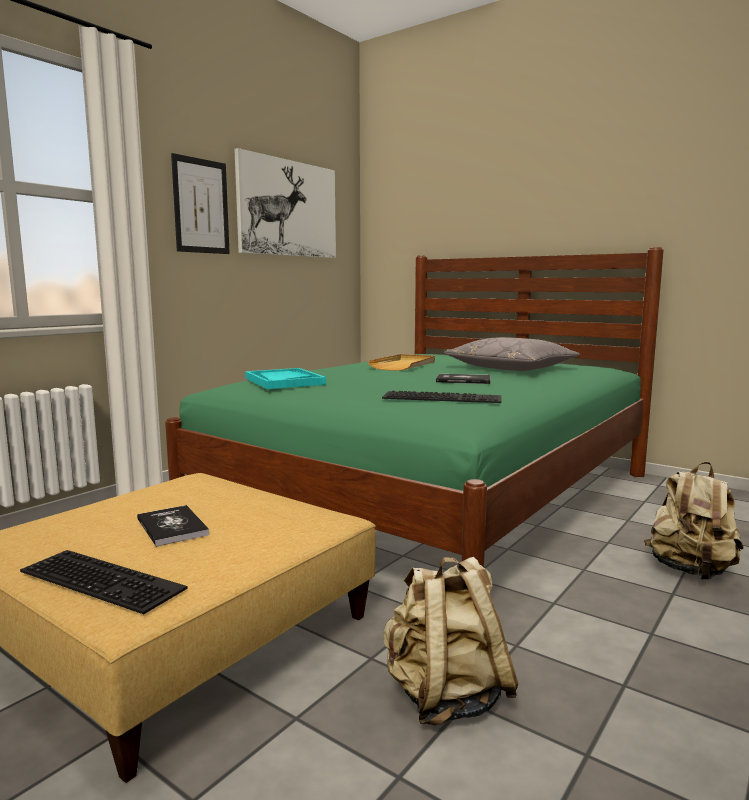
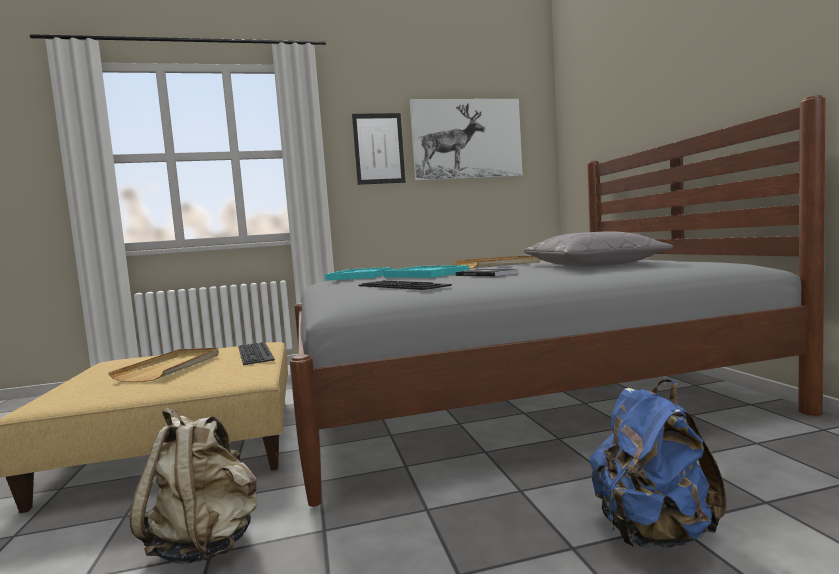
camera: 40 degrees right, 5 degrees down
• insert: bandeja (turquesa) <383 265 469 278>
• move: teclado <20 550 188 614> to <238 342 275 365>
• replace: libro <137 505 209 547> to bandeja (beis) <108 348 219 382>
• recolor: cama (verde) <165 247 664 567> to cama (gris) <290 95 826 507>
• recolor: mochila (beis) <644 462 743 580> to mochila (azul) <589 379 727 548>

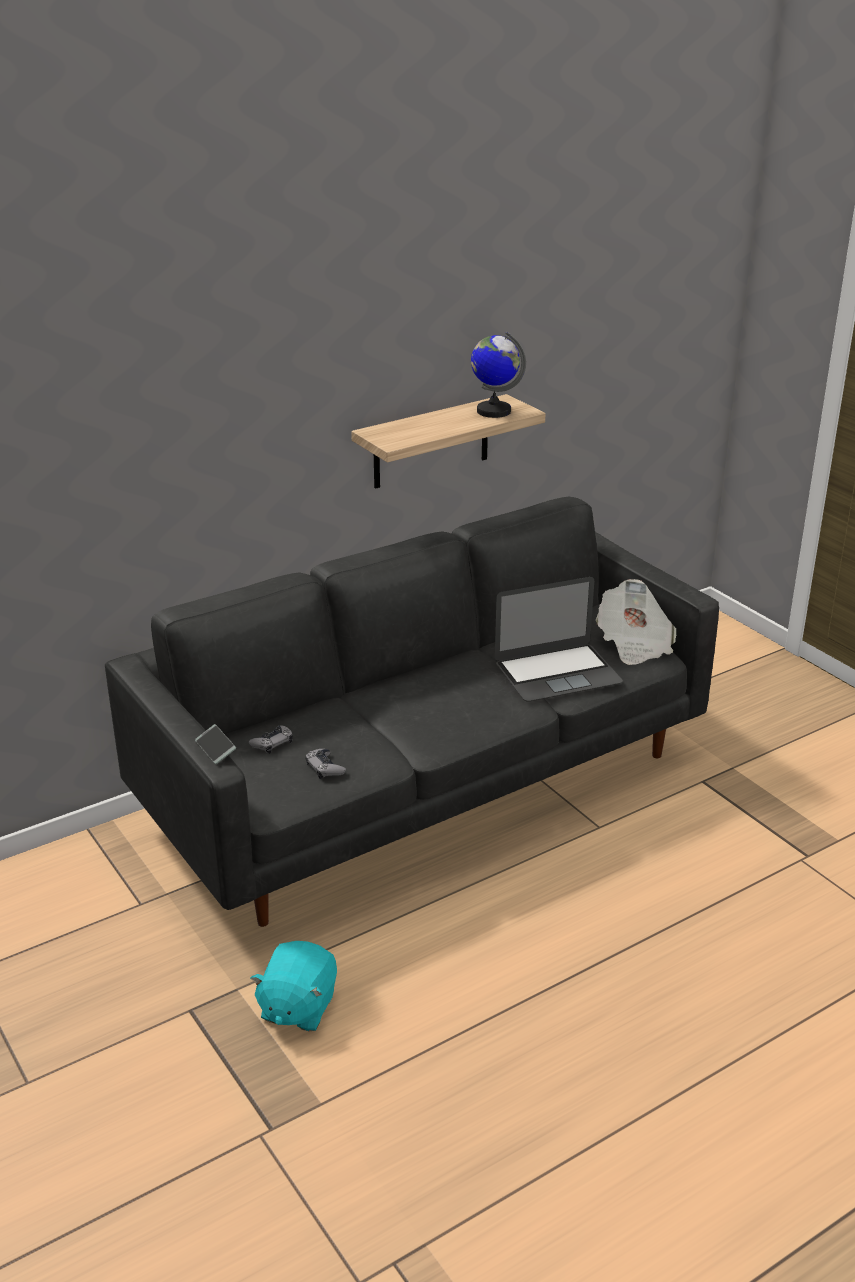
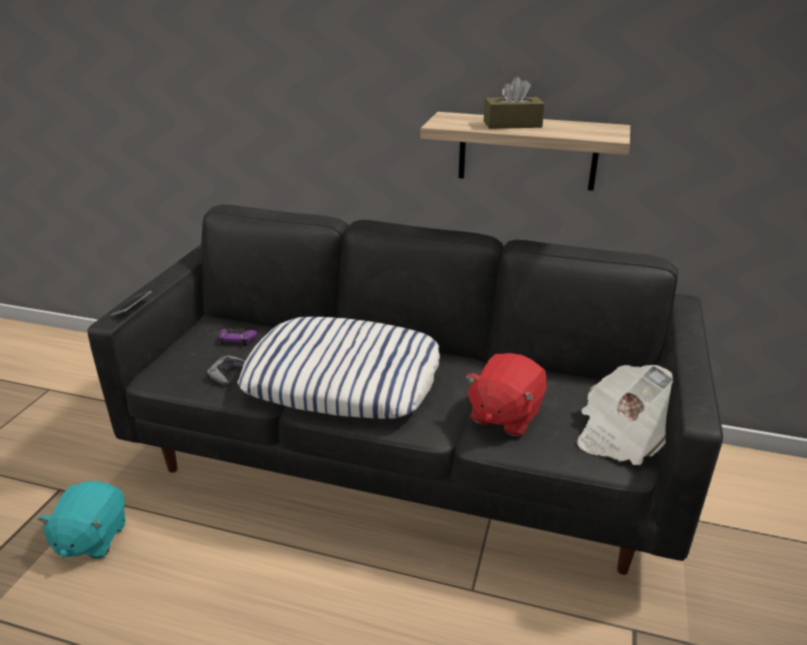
camera: 50 degrees right, 0 degrees up
• delete: globo terráqueo <471 332 526 418>
• insert: cojín <238 317 440 419>
• insert: caja de pañuelos (marrón) <484 77 545 129>
• replace: portátil <495 577 623 702> to peluche (rojo) <466 353 547 436>
• recolor: mando de consola (gris) <249 726 293 754> to mando de consola (morado) <219 328 257 346>
• rotate: peluche (turquesa) <250 941 337 1032> = <37 481 126 559> 60 degrees counterclockwise

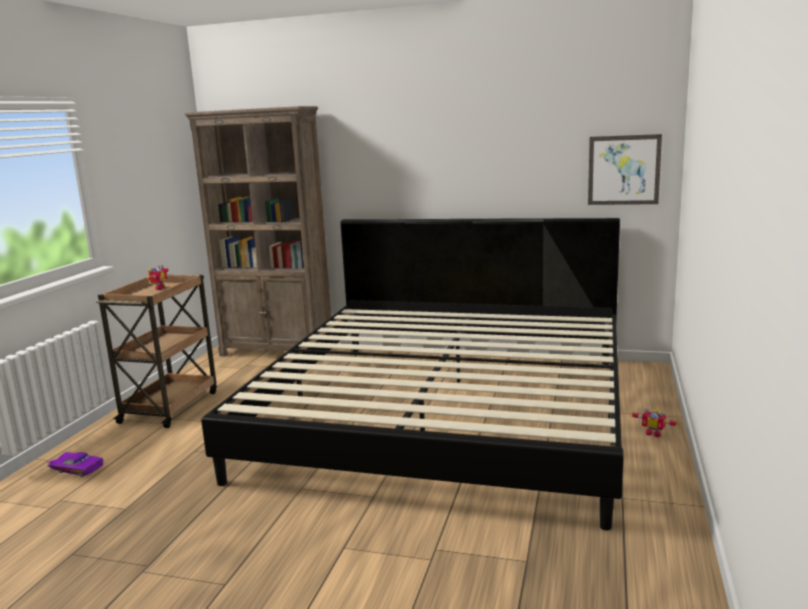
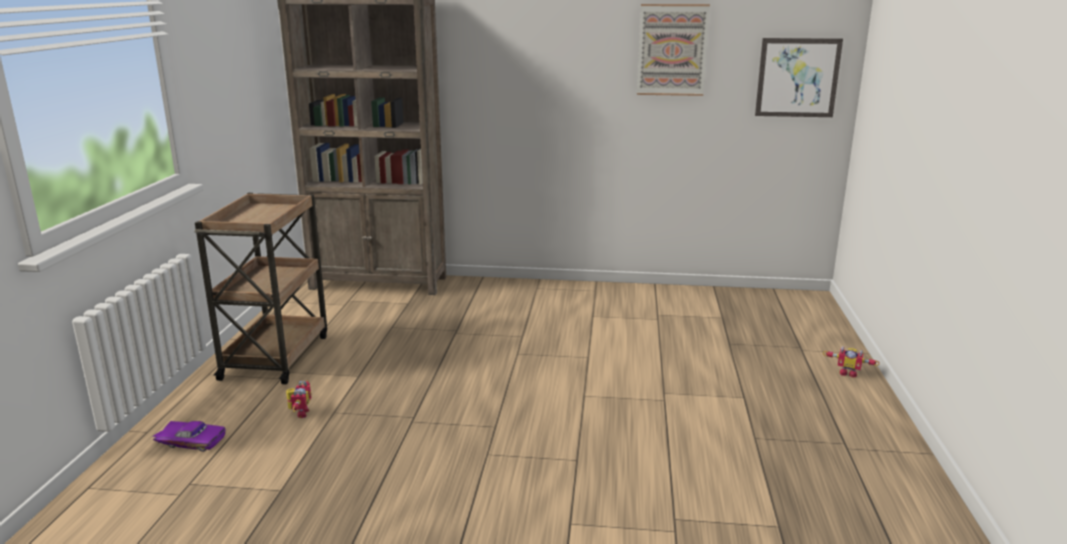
camera: 10 degrees left, 5 degrees up
• delete: cama <201 218 624 531>
• insert: cuadro <637 4 710 96>
• move: robot de juguete <147 264 168 290> to <286 380 311 418>

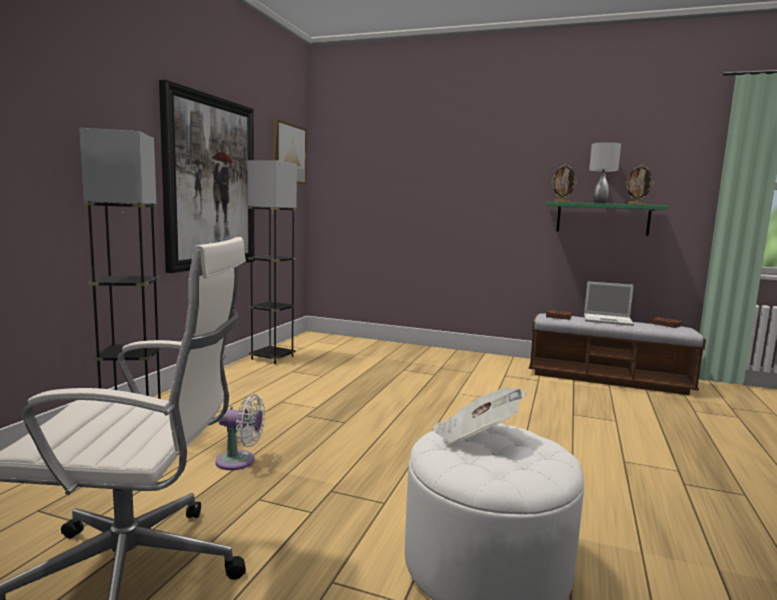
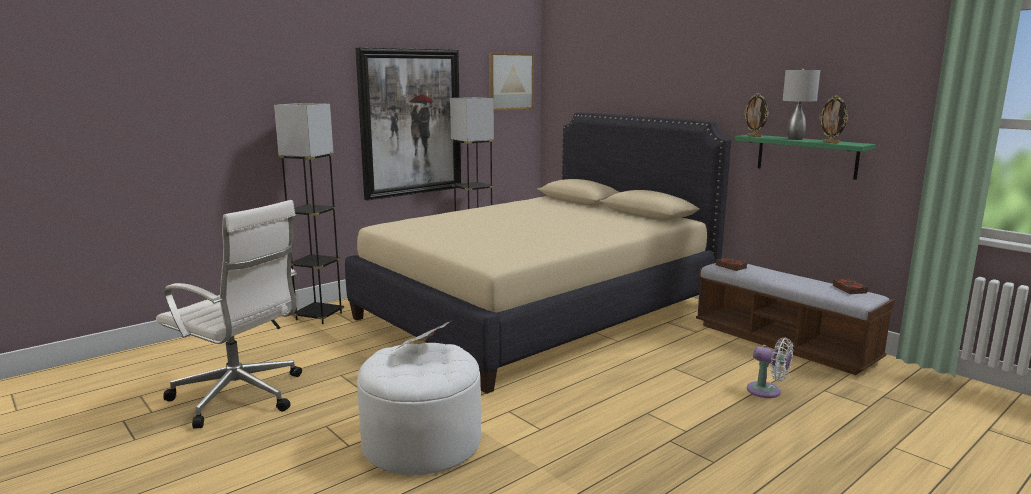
camera: 30 degrees right, 5 degrees up
• delete: portátil <584 282 634 326>
• insert: cama (beis) <345 112 731 394>
• move: ventilador (blanco) <215 394 265 470> to <747 337 793 398>

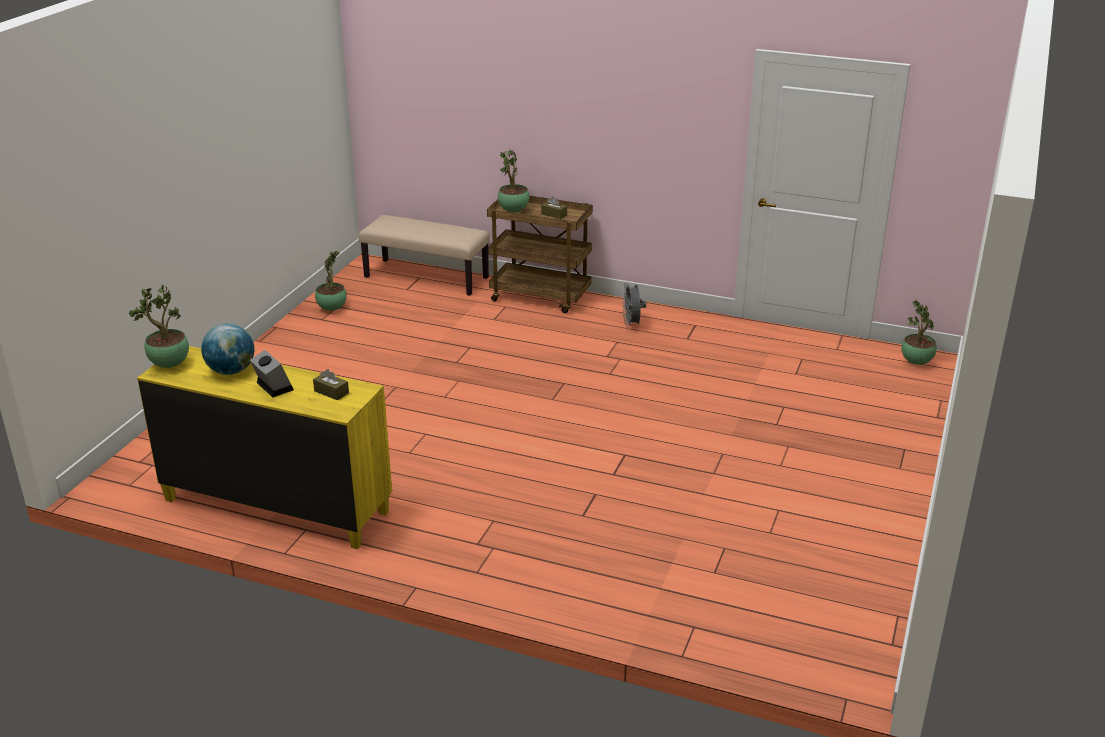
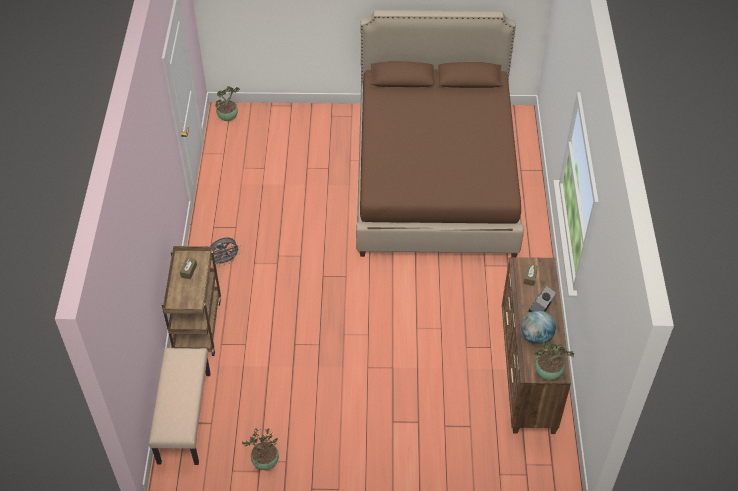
camera: 110 degrees left, 20 degrees up
• delete: planta en maceta <498 150 530 212>
• insert: cama (marrón) <356 10 524 257>
• recolor: cómoda (amarillo) <137 346 392 549> to cómoda (marrón) <502 257 571 434>

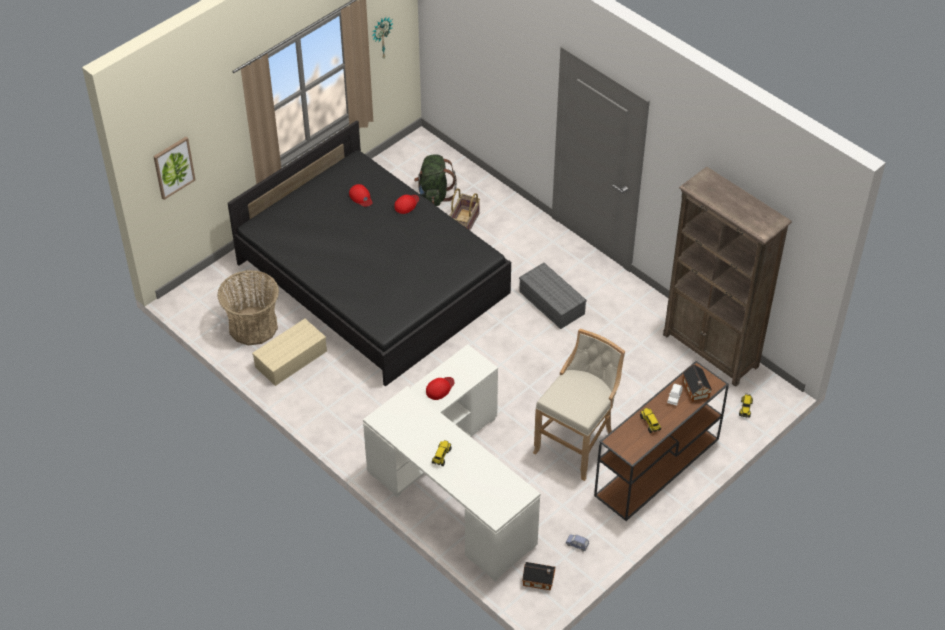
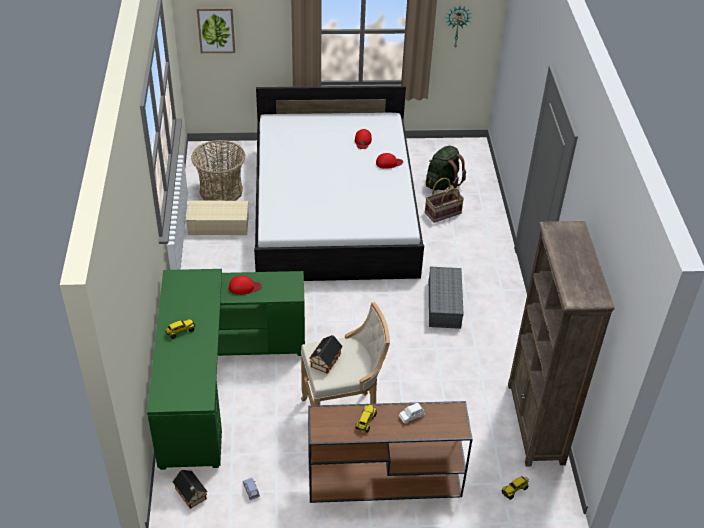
camera: 40 degrees right, 5 degrees down
• move: casita <683 365 712 401> to <309 335 343 374>
• recolor: cama (negro) <228 120 511 387> to cama (blanco) <254 86 424 281>
• recolor: escritorio (blanco) <363 344 540 581> to escritorio (verde) <147 269 305 470>

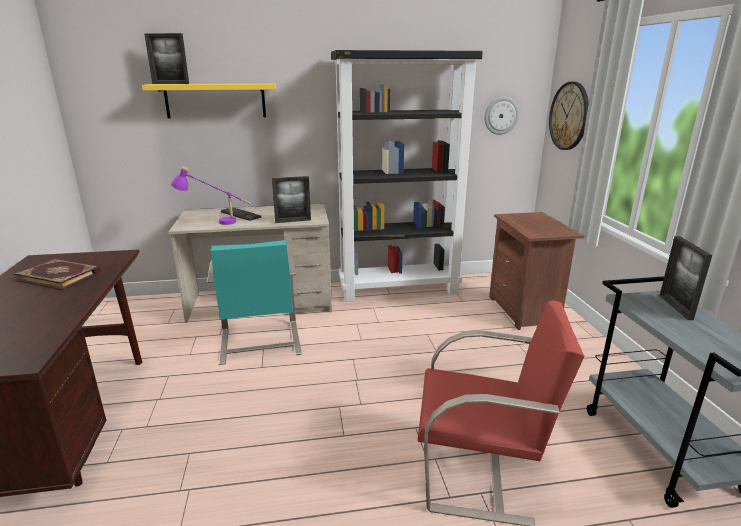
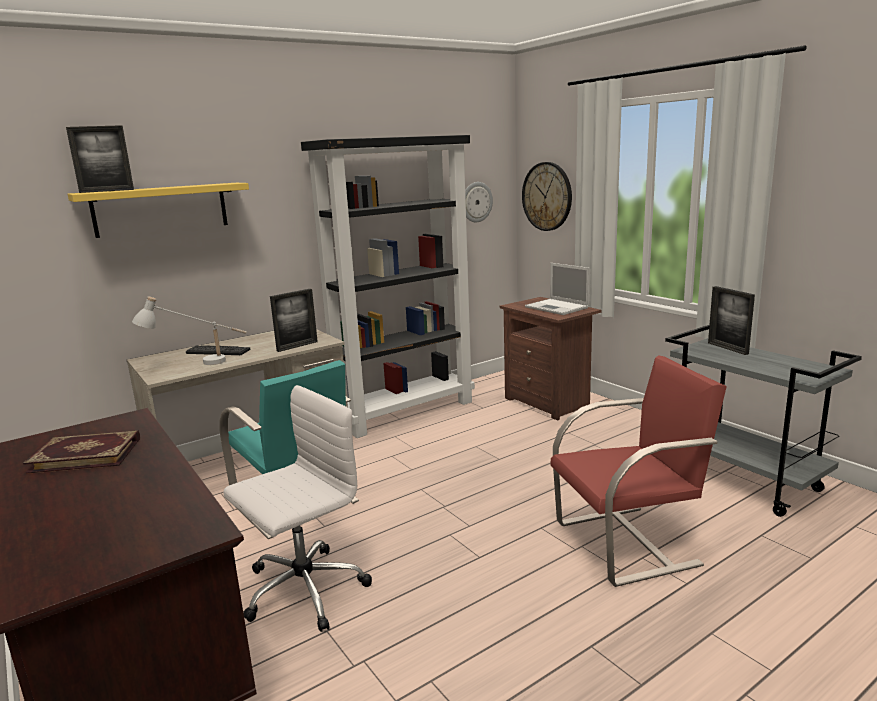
camera: 25 degrees left, 5 degrees down
• insert: silla de oficina (blanco) <223 385 372 632>
• insert: portátil <525 263 591 315>
• recolor: lámpara de mesa (morado) <171 166 252 225> to lámpara de mesa (blanco) <132 296 247 365>

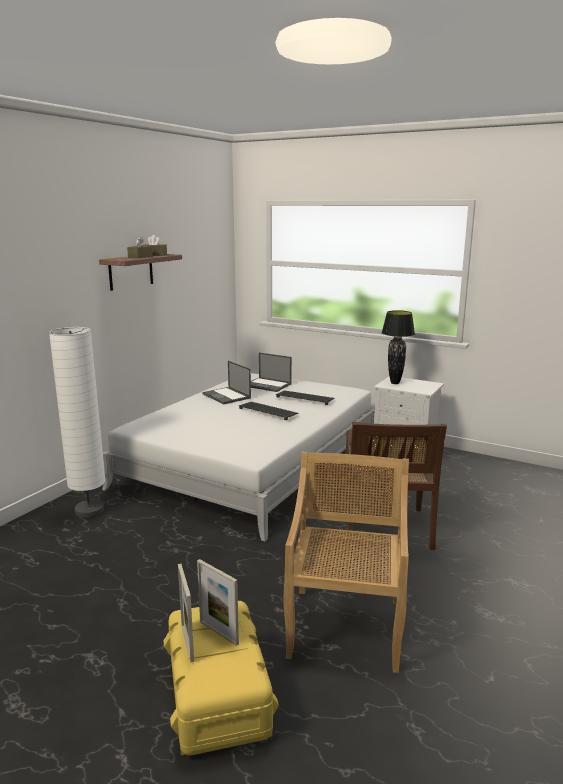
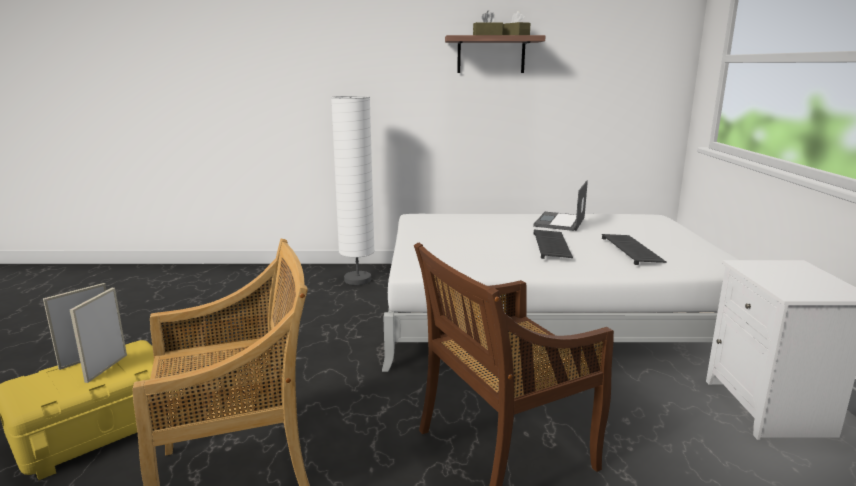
camera: 60 degrees right, 0 degrees up
• delete: portátil <251 352 292 392>
• delete: lámpara de mesa (negro) <382 310 415 384>

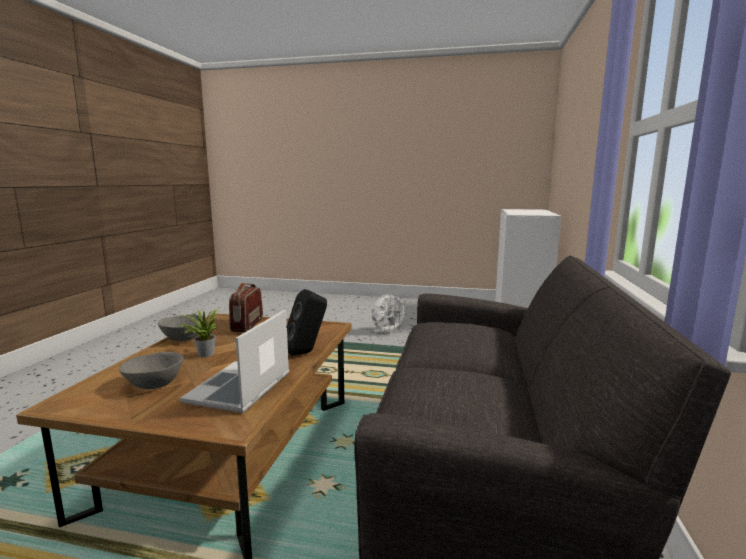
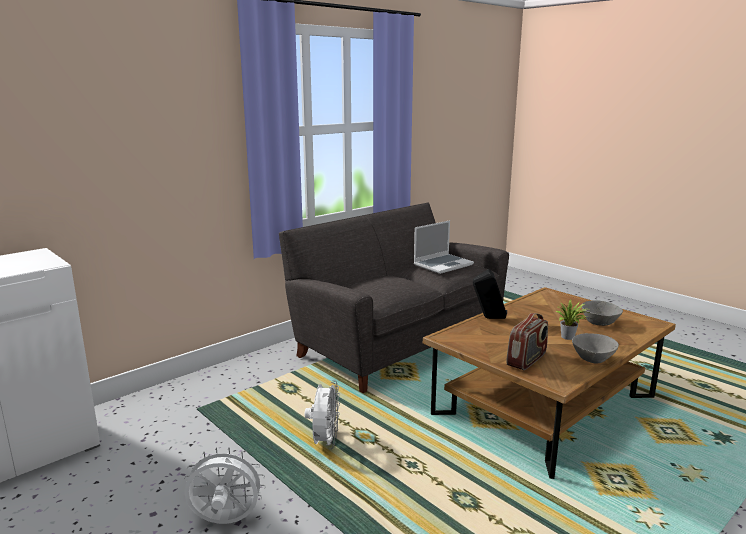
camera: 145 degrees left, 5 degrees up
• insert: ventilador (blanco) <305 380 340 449>
• move: portátil <180 309 289 413> to <414 220 474 274>

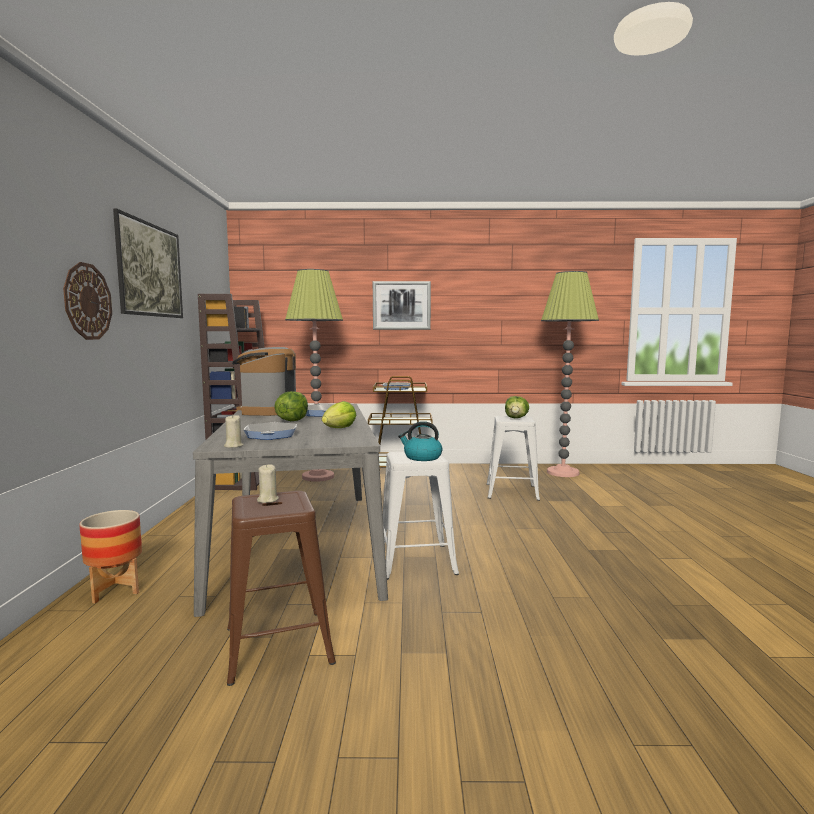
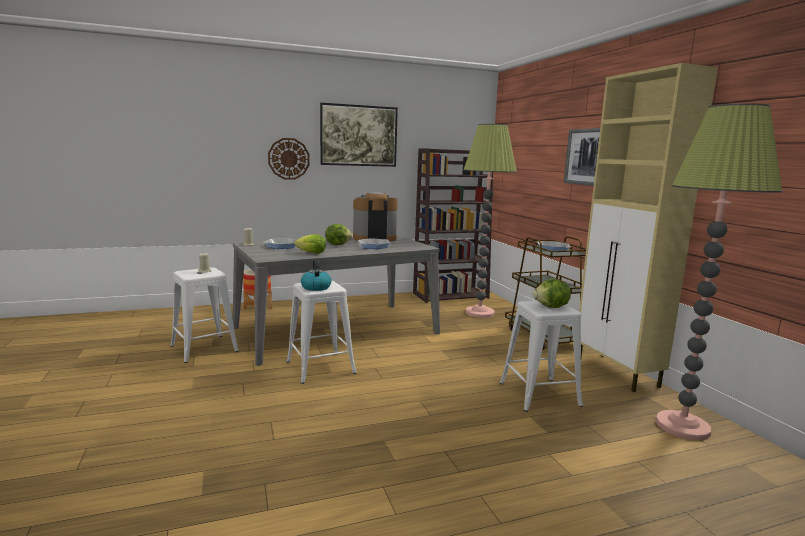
camera: 70 degrees right, 5 degrees up
• insert: armario (beis) <579 63 718 392>
• recolor: taburete (marrón) <227 491 336 686> to taburete (blanco) <170 267 239 363>

